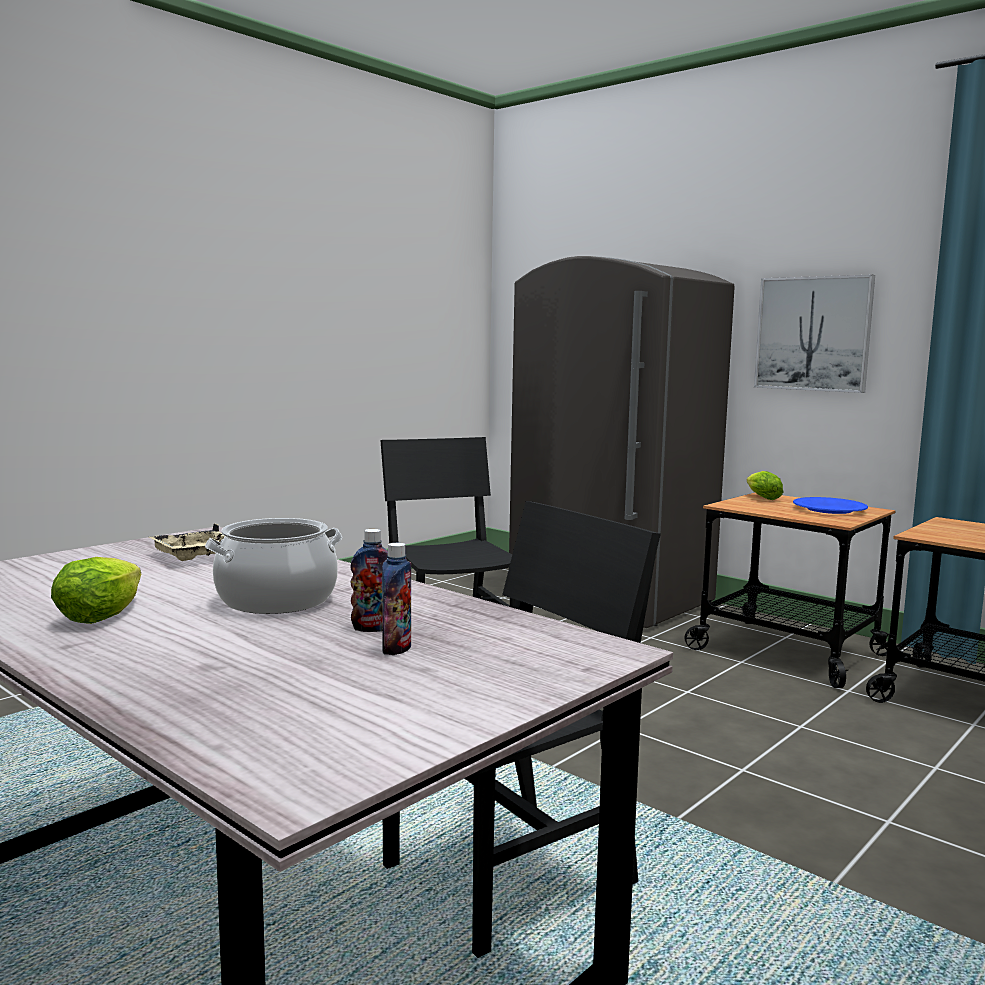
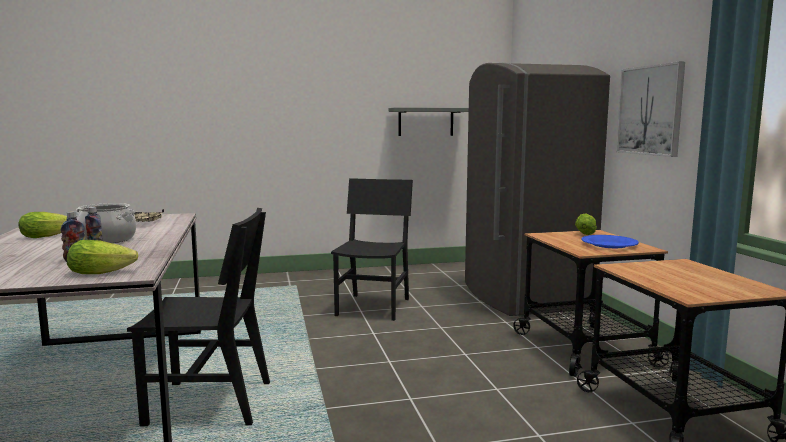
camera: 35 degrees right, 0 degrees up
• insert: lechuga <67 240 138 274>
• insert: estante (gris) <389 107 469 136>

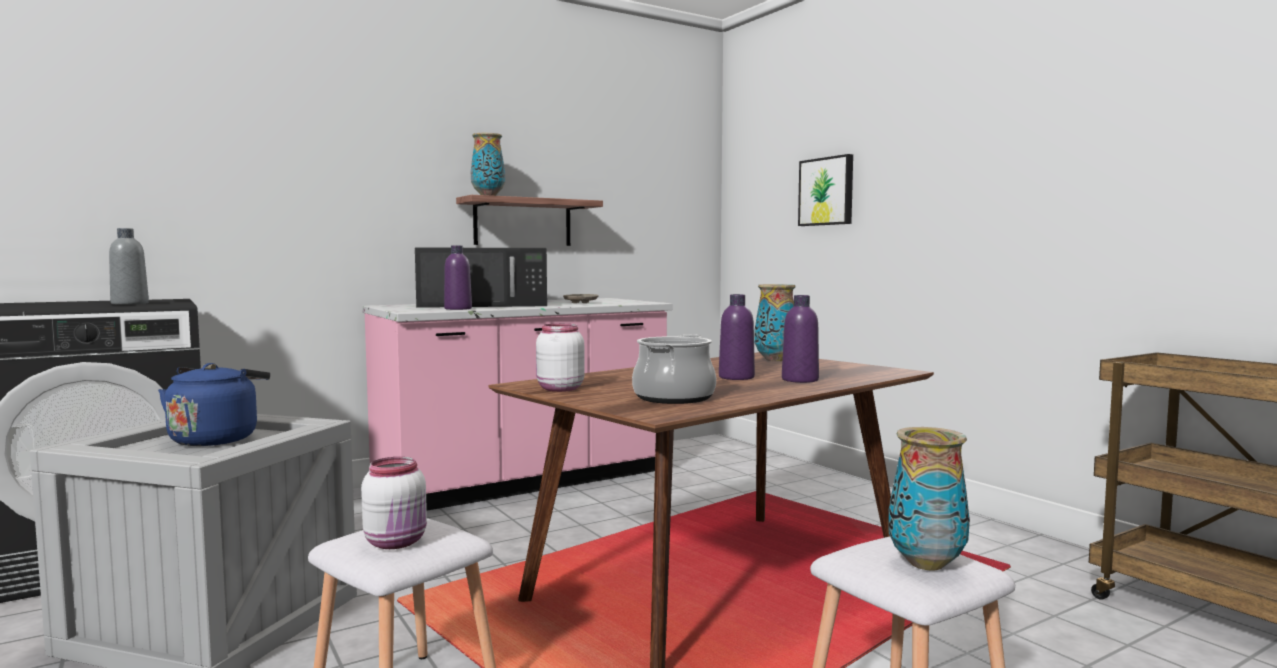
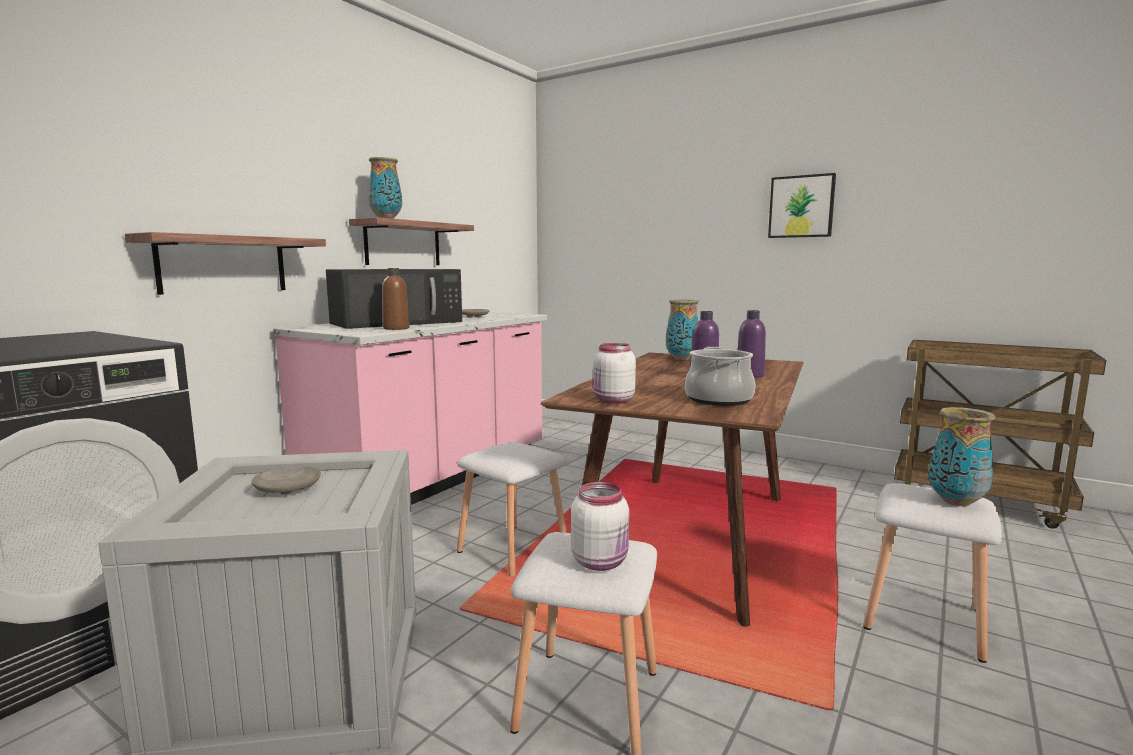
camera: 25 degrees left, 5 degrees up
• delete: botella (gris) <109 228 149 305>
• insert: estante <125 232 326 295>
• insert: taburete (blanco) <457 442 567 577>
• move: cuadro <798 154 853 226> to <768 173 836 238>
• replace: hervidor (azul) <158 363 270 446> to plato (beis) <251 466 321 495>
• recolor: botella (morado) <444 245 472 310> to botella (marrón) <382 268 410 330>

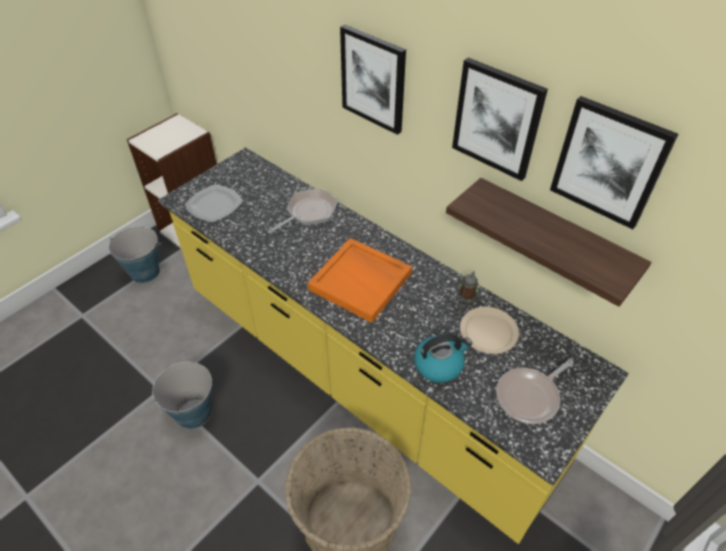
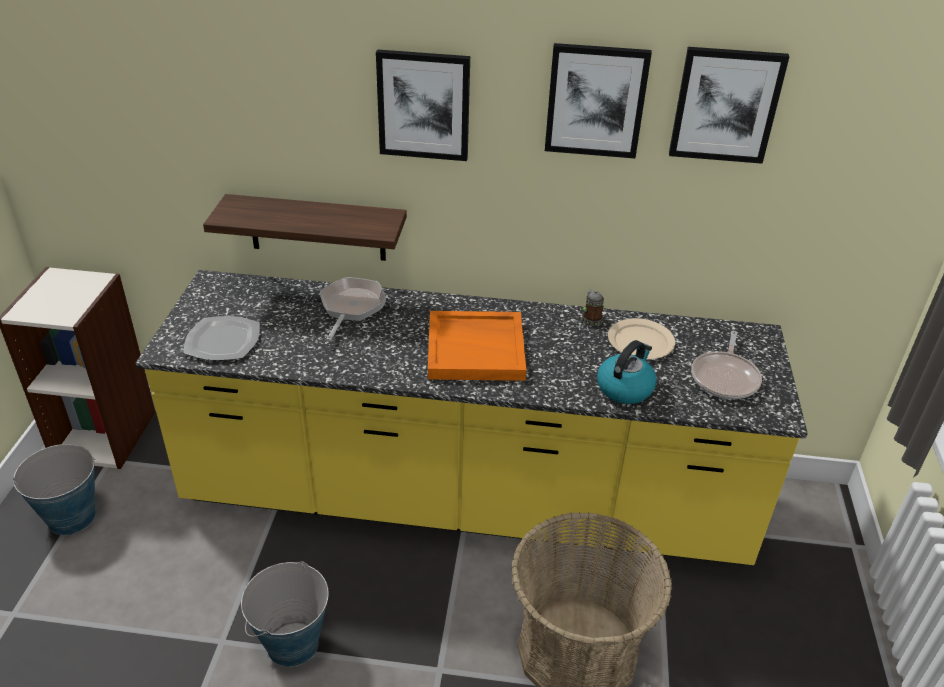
camera: 35 degrees left, 10 degrees down
• move: estante <446 178 651 307> to <203 194 407 261>

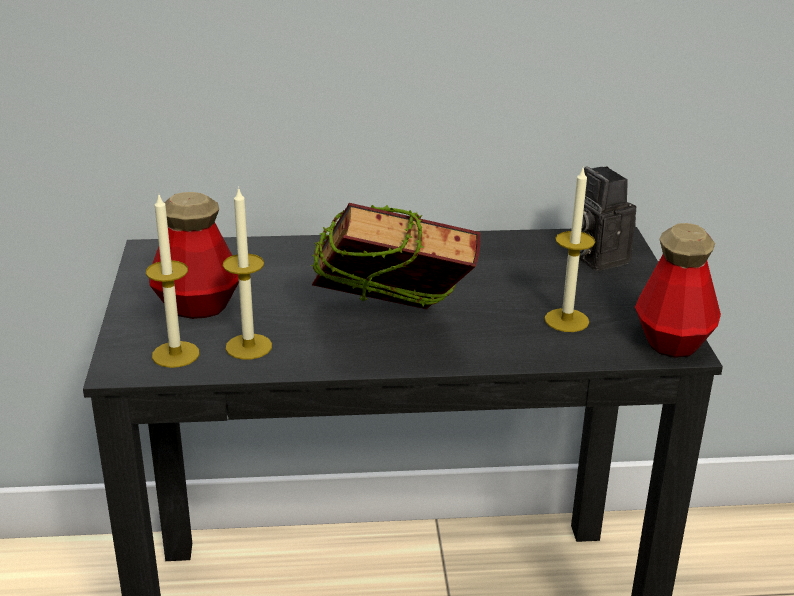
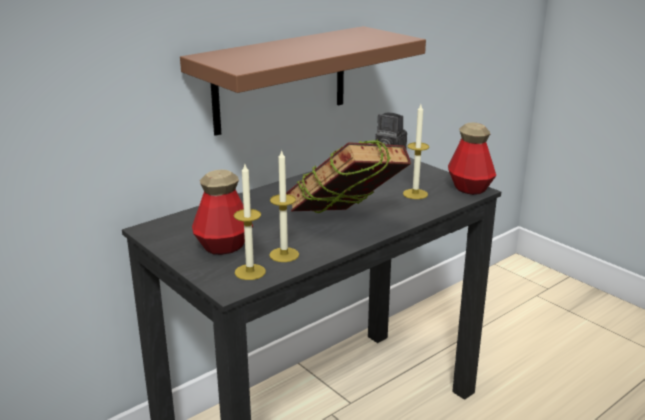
camera: 35 degrees left, 5 degrees down
• insert: estante (marrón) <180 26 426 136>

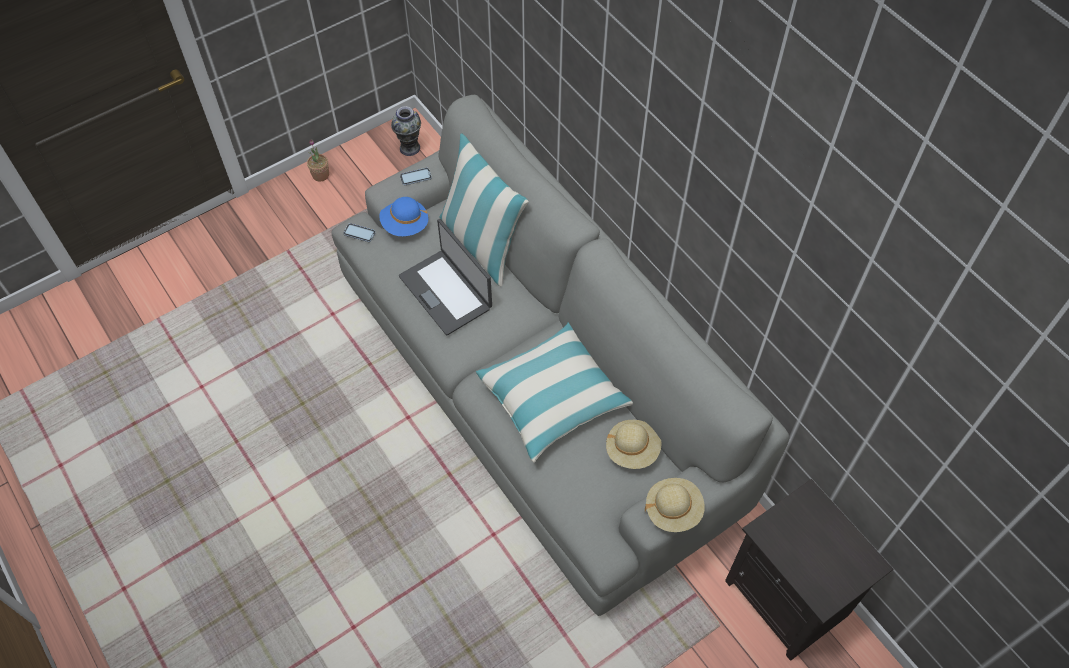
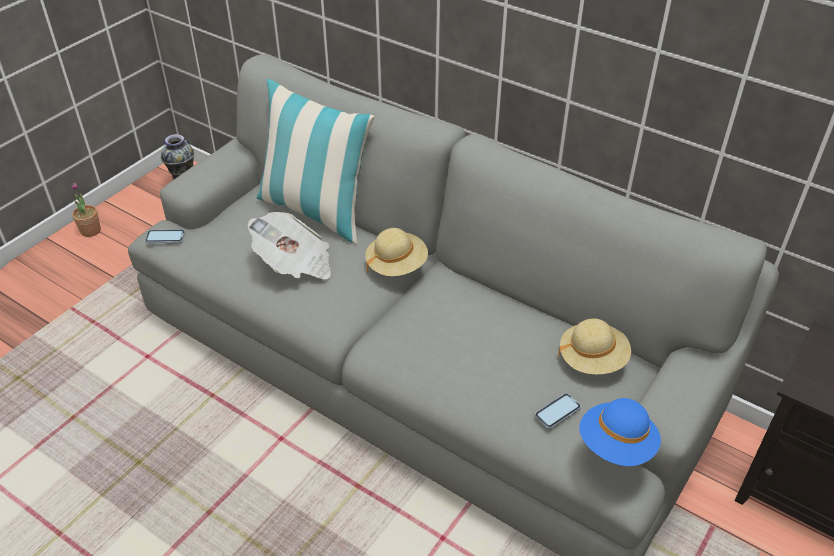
camera: 20 degrees left, 15 degrees down
• delete: cojín <476 323 633 463>
• move: sombrero (azul) <379 197 429 236> to <579 398 661 466>
• move: móvil <400 168 432 185> to <535 393 581 429>
• move: sombrero (beis) <645 478 705 532> to <365 228 428 276>
• replace: portátil <399 219 492 335> to periódico <248 212 331 279>

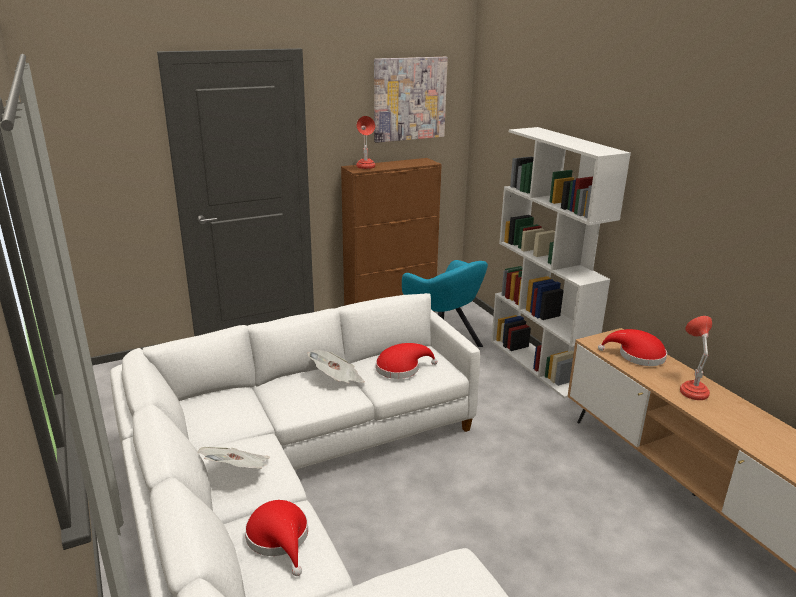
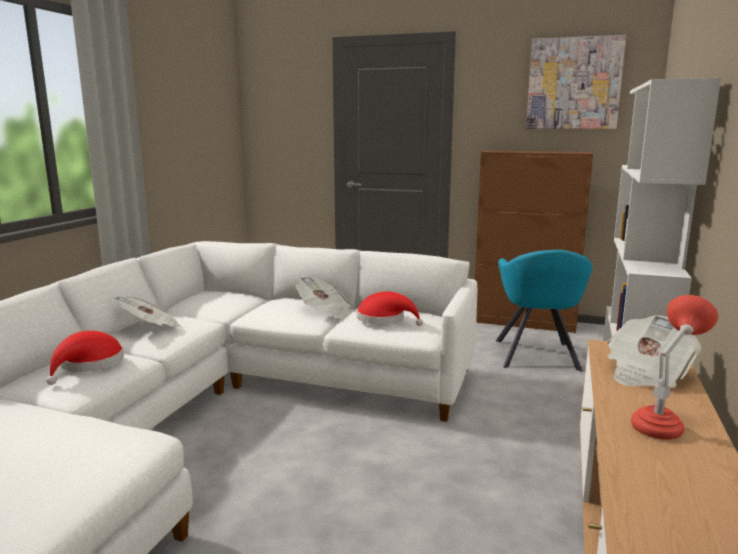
camera: 45 degrees right, 10 degrees down
• delete: lámpara de mesa (rojo) <356 116 375 169>
• replace: sombrero (rojo) <598 329 667 366> to periódico <607 315 701 387>

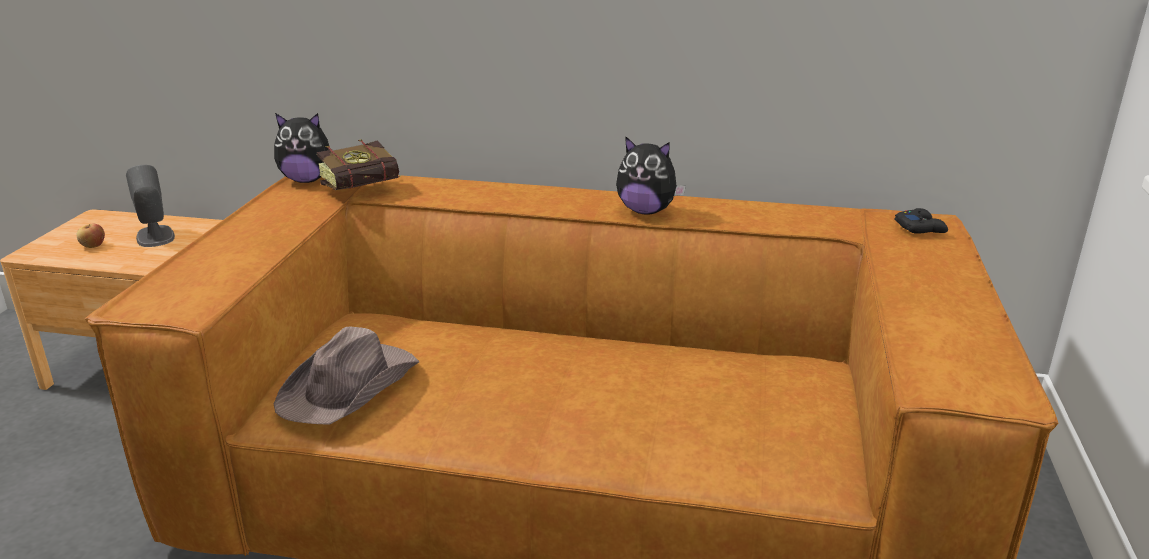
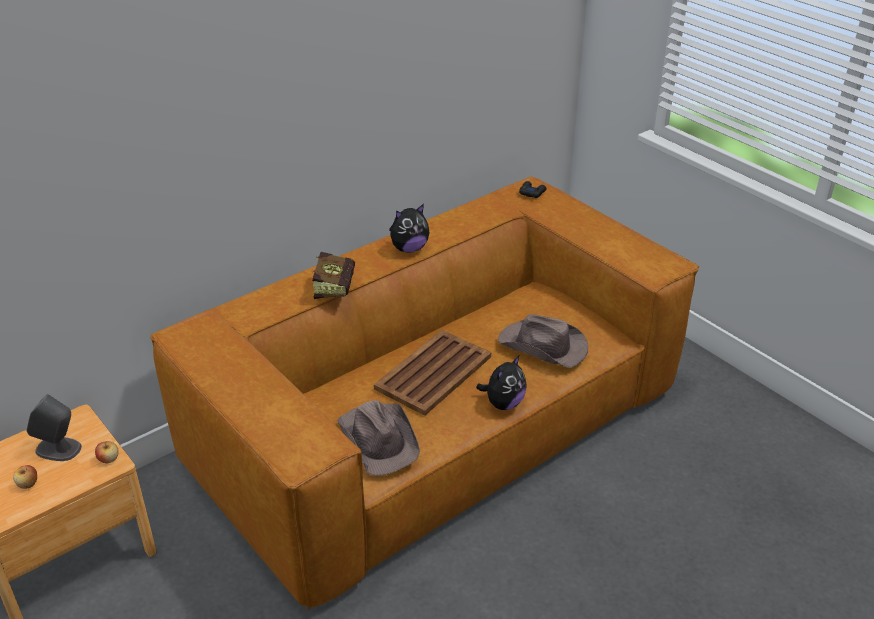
camera: 50 degrees left, 10 degrees up
• insert: manzana <95 441 119 464>
• insert: bandeja (marrón) <374 330 491 416>
• insert: sombrero (marrón) <498 314 588 368>
• move: peluche <274 113 329 183> to <476 356 527 410>
• move: libro <317 139 401 190> to <312 252 355 299>

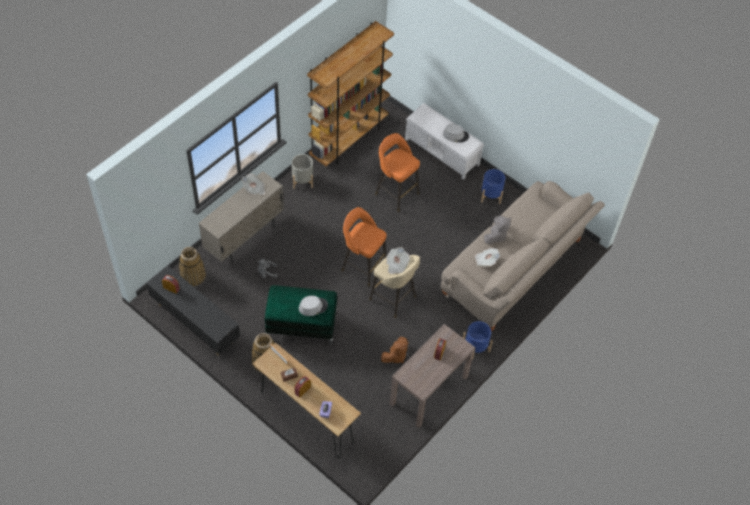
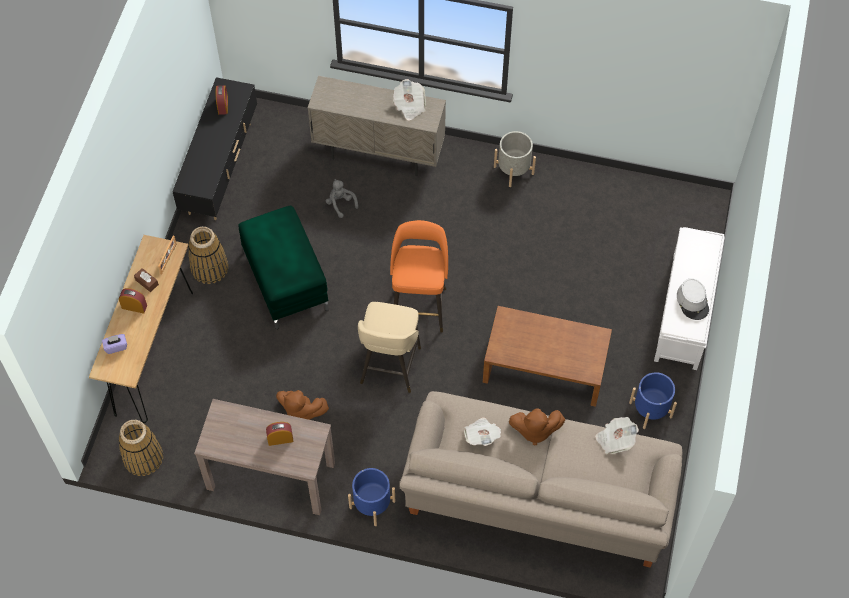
camera: 65 degrees right, 5 degrees up
• delete: sombrero (gris) <299 296 328 316>
• delete: estantería (marrón) <307 21 394 166>
• delete: taburete (naranja) <375 133 420 212>
• insert: mesa de centro (marrón) <483 306 612 407>
• move: cesta <179 247 206 286> to <119 420 163 476>
• move: periódico <386 247 410 274> to <595 417 639 454>
• recolor: peluche (gris) <484 216 511 244> to peluche (marrón) <509 408 565 445>

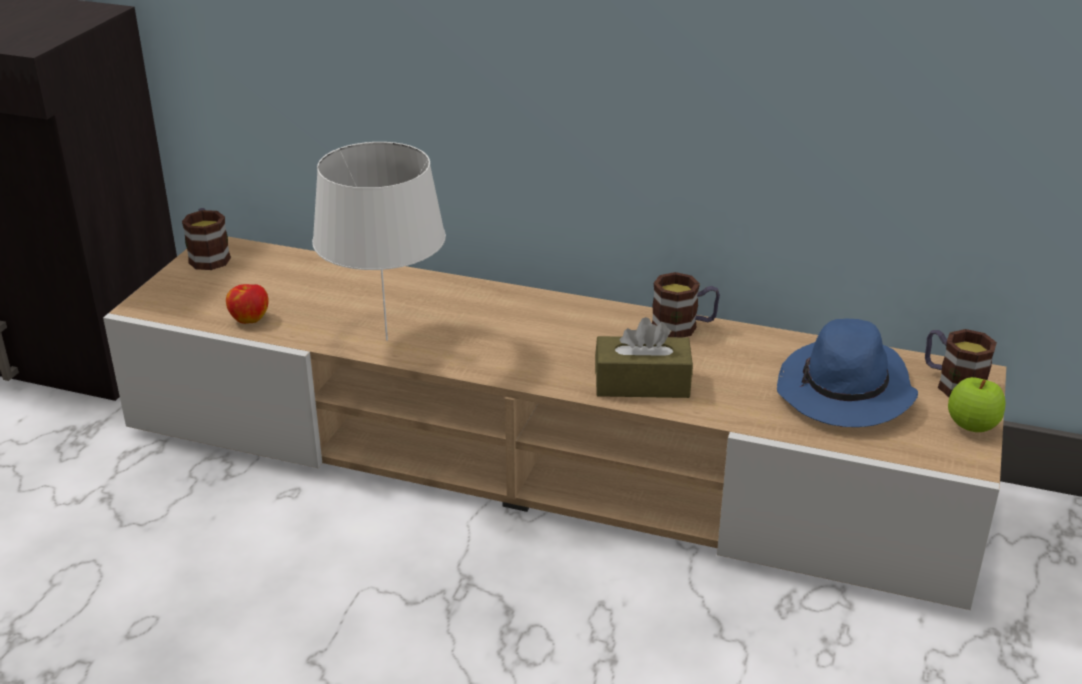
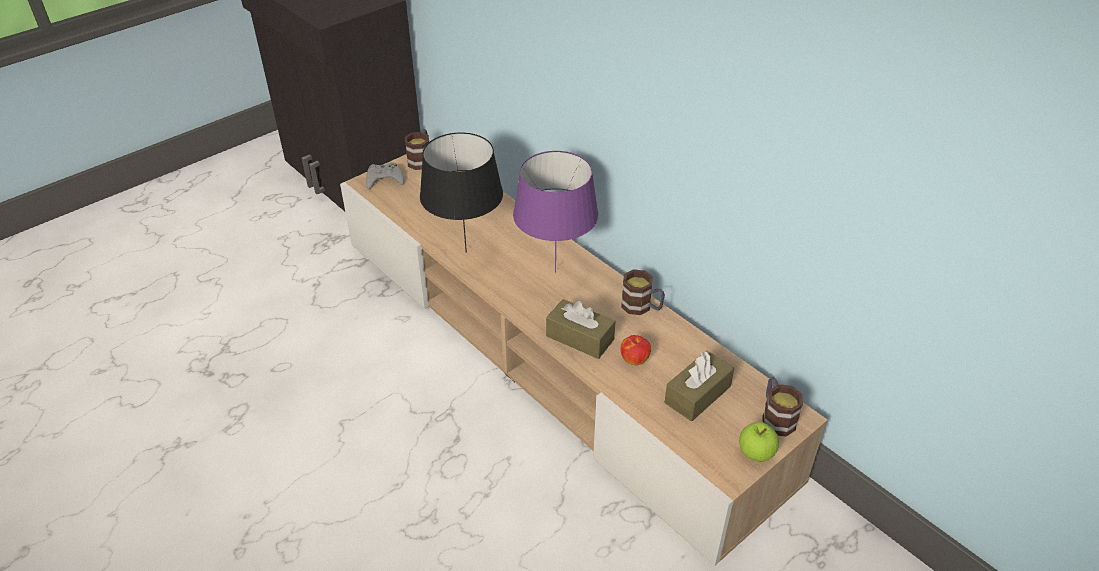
camera: 30 degrees right, 10 degrees up
• insert: mando de consola (gris) <366 163 404 189>
• insert: lámpara de mesa (morado) <513 151 599 273>
• move: manzana <226 284 269 324> to <620 335 651 366>
• replace: sombrero (azul) <777 319 918 427> to caja de pañuelos (marrón) <665 351 734 421>
• recolor: lámpara de mesa (blanco) <312 142 446 341> to lámpara de mesa (negro) <420 133 503 253>

